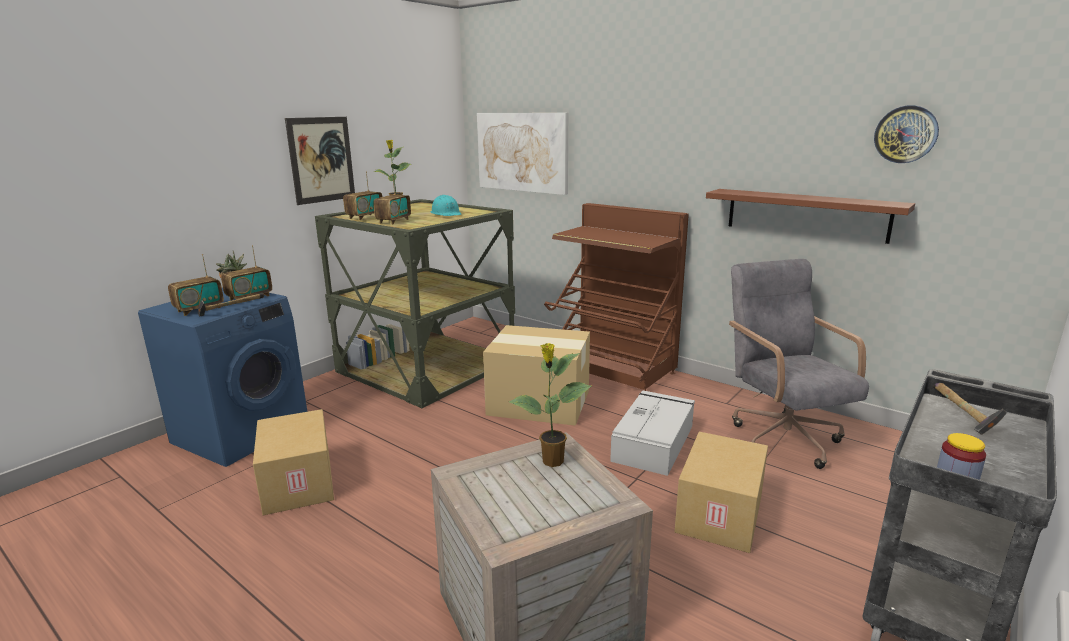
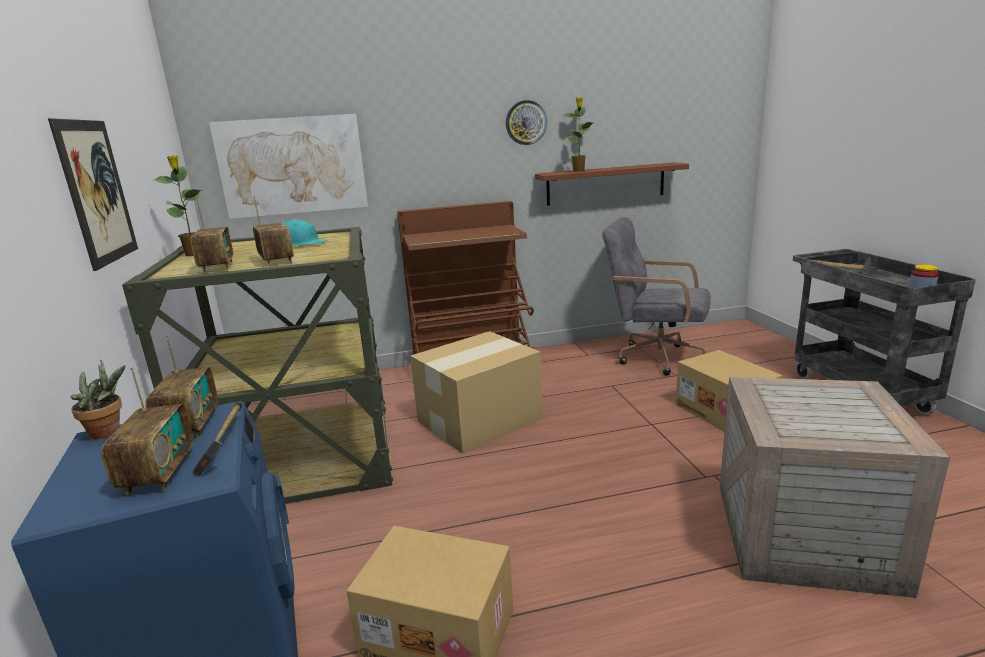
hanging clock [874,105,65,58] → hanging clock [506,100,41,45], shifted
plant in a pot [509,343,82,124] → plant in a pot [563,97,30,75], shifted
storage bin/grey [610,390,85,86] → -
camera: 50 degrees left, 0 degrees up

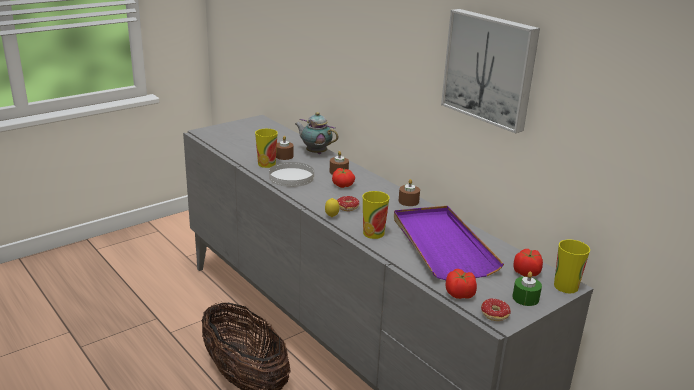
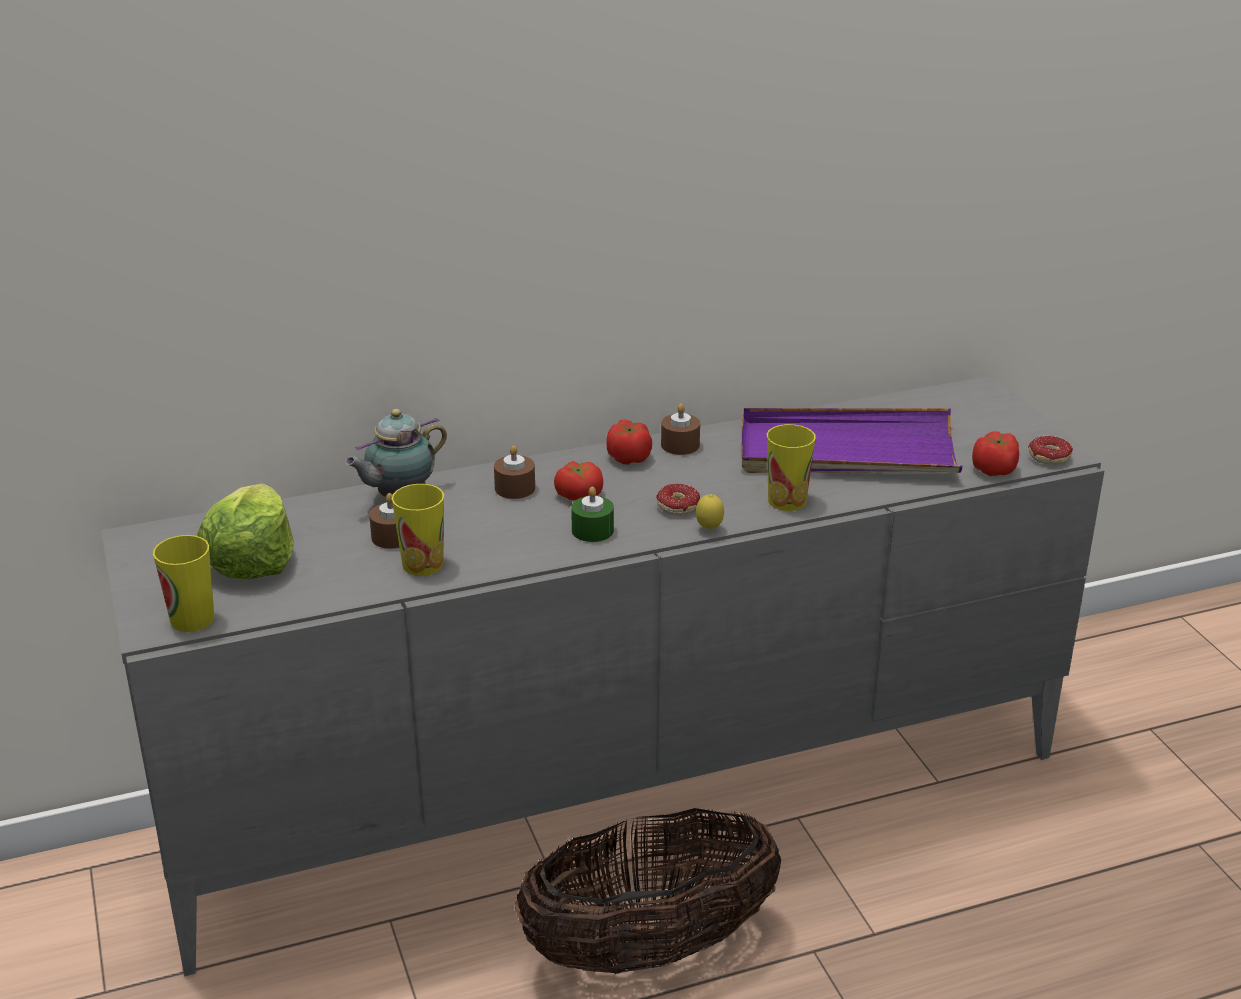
wall picture [441,9,99,125] → -
plate/whitish [269,162,45,25] → -
cup [554,239,36,54] → cup [153,535,61,97], shifted
tomato [513,249,30,28] → tomato [606,419,46,46], shifted
wax candle/green-coloured [512,271,30,35] → wax candle/green-coloured [571,487,43,55], shifted
- → head of lettuce [198,484,96,95]
camera: 70 degrees left, 5 degrees up

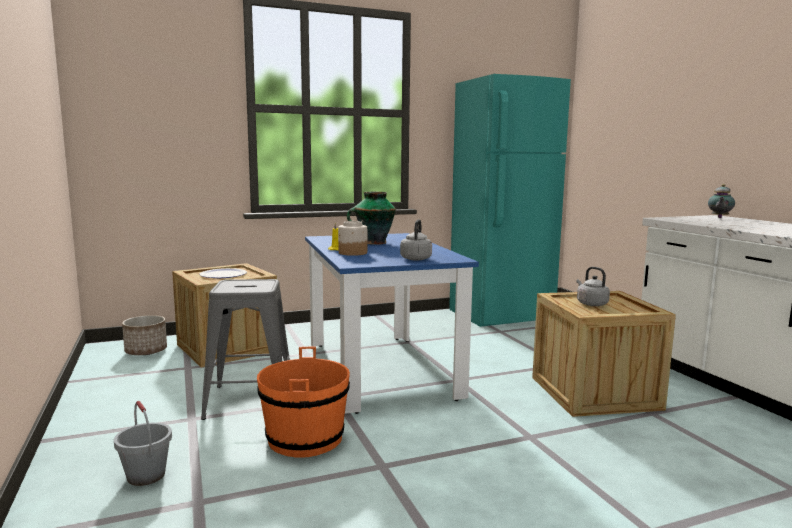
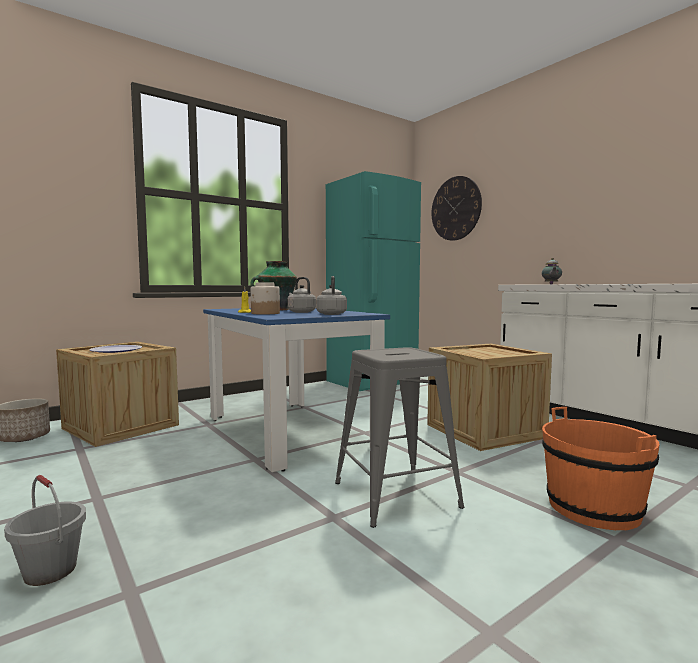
water kettle/grey [576,267,34,39] → water kettle/grey [287,277,29,36], shifted
sitting stool/grey [201,279,89,141] → sitting stool/grey [335,347,129,181], shifted
pail/orangey [257,347,93,111] → pail/orangey [542,407,117,123], shifted
- → hanging clock [431,176,51,65]
camera: 15 degrees left, 5 degrees down

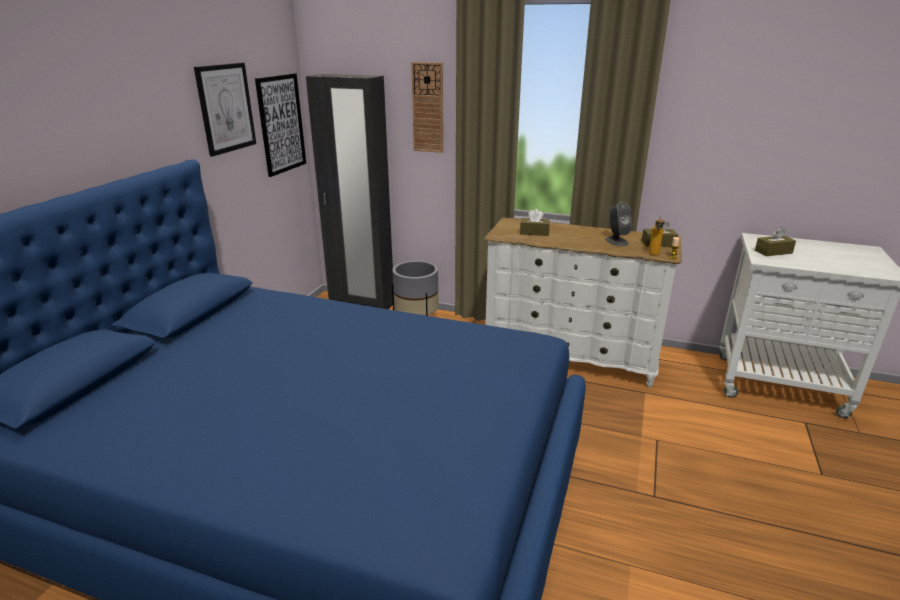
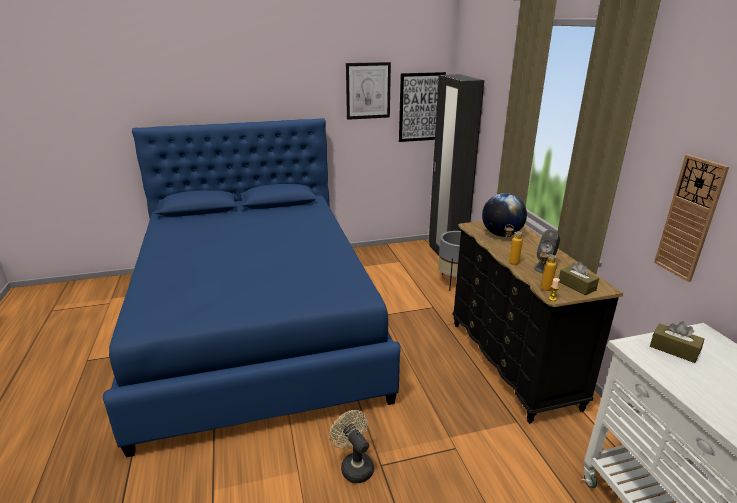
hanging clock [411,62,32,91] → hanging clock [654,154,75,128], shifted
box of tissues/brown-coloured [520,209,30,27] → desk globe [482,193,45,44]
drawer chest/whitish [484,217,198,171] → drawer chest/black [452,221,171,203]
- → beverage bottle [505,225,18,40]
- → fan/sand-coloured [329,410,45,73]
camera: 55 degrees right, 0 degrees up

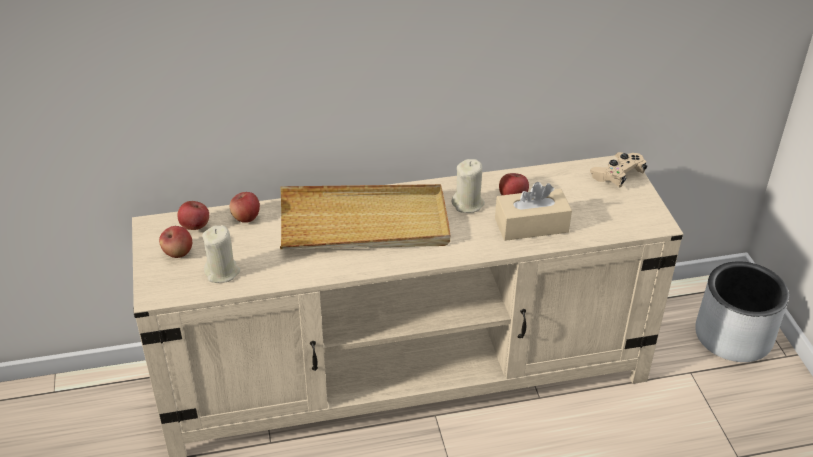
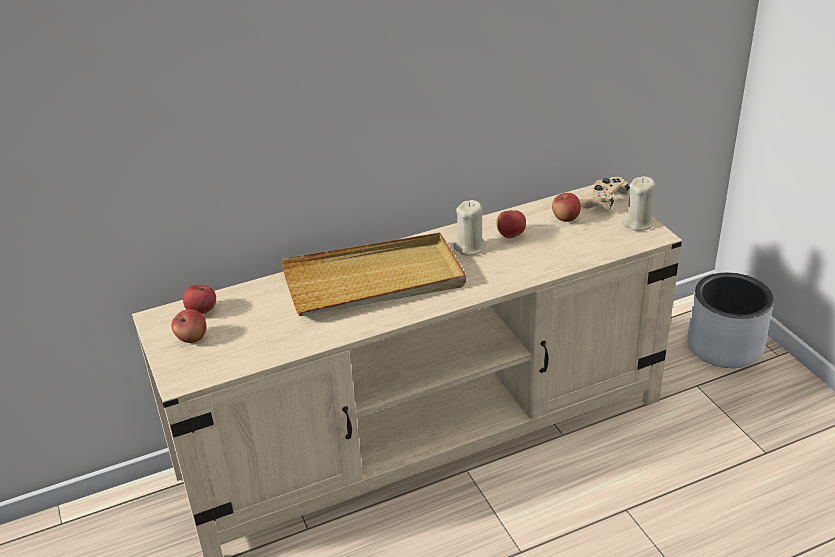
box of tissues/sand-coloured [495,182,77,59] → -
whole apple [230,192,30,31] → whole apple [552,193,29,29], shifted
wax candle/sand-coloured [202,225,38,58] → wax candle/sand-coloured [622,176,34,55], shifted
camera: 10 degrees left, 5 degrees down

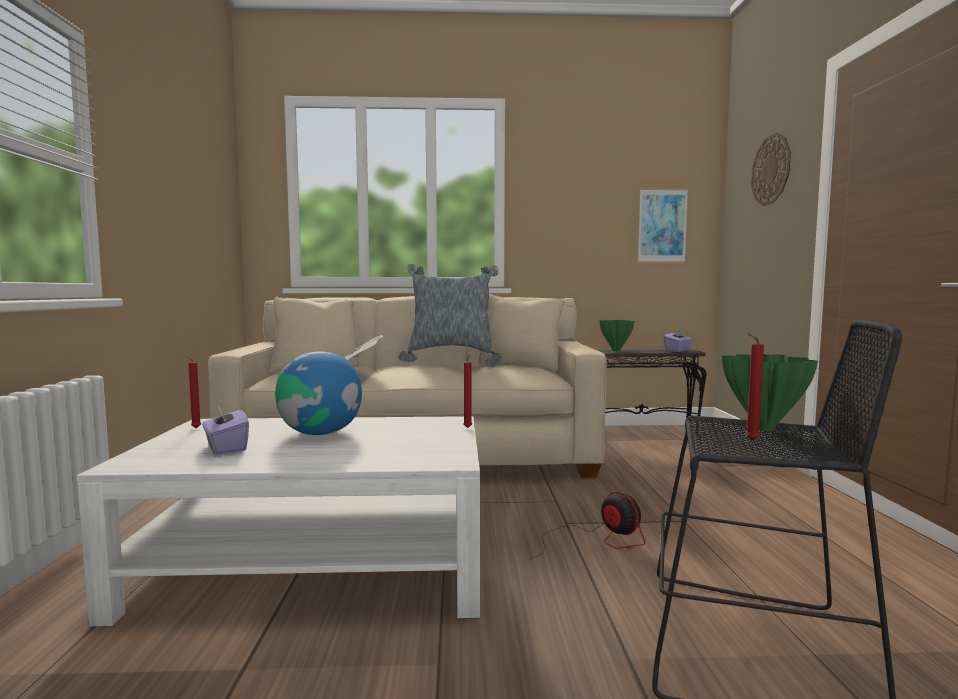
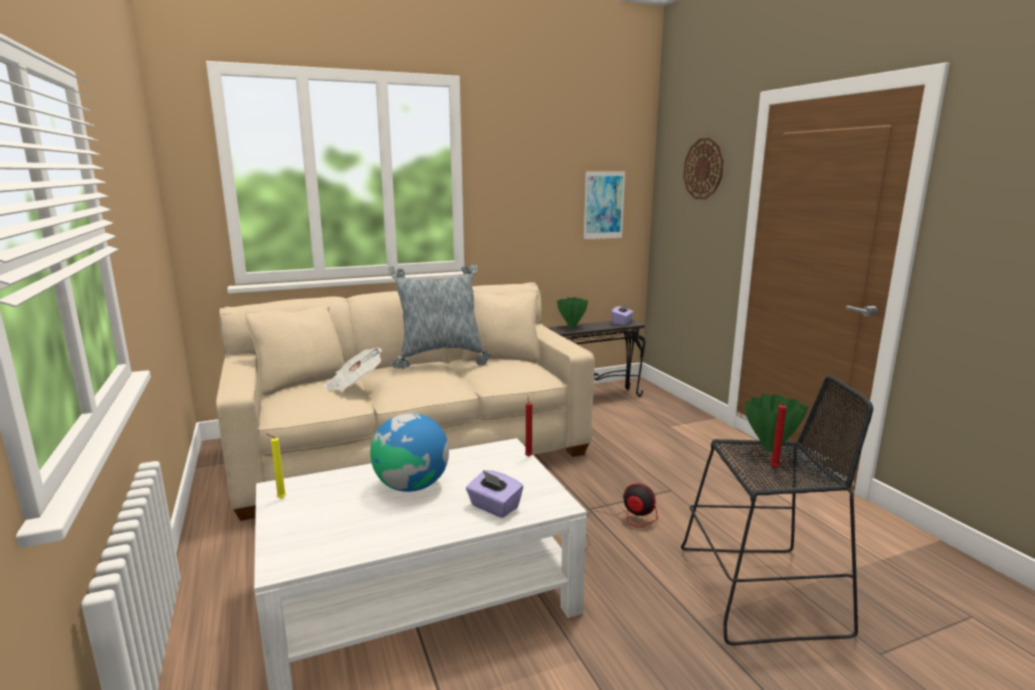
wax candle/red-coloured [185,355,16,74] → wax candle/yellow [265,433,21,66]
box of tissues/purple-coloured [202,404,47,51] → box of tissues/purple-coloured [466,470,57,48], shifted
camera: 20 degrees left, 10 degrees up

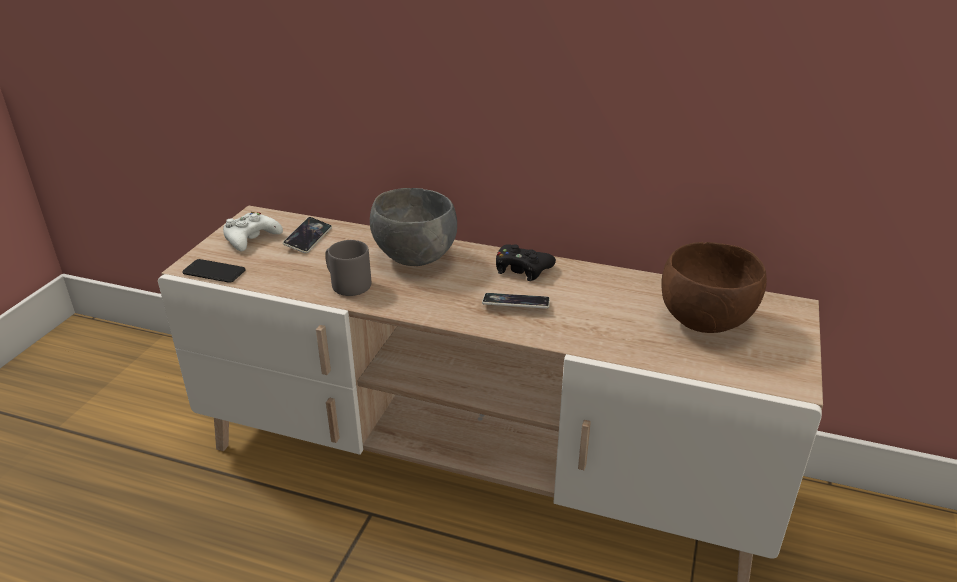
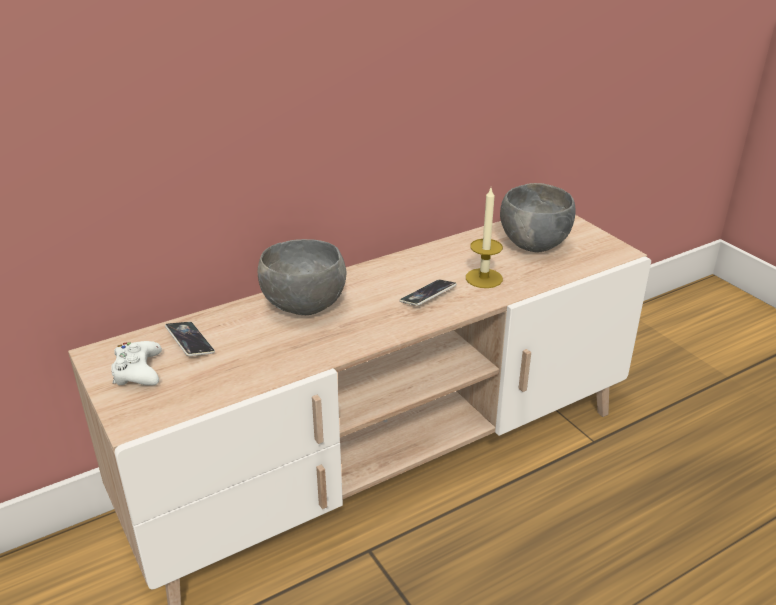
tea mug/grey [325,240,46,56] → -
deep dish/brown-coloured [661,242,106,91] → deep dish/grey [500,183,76,69]
game controller/black [496,244,60,37] → -
phone [182,259,64,24] → -
- → wax candle [466,188,37,100]
camera: 50 degrees left, 0 degrees up

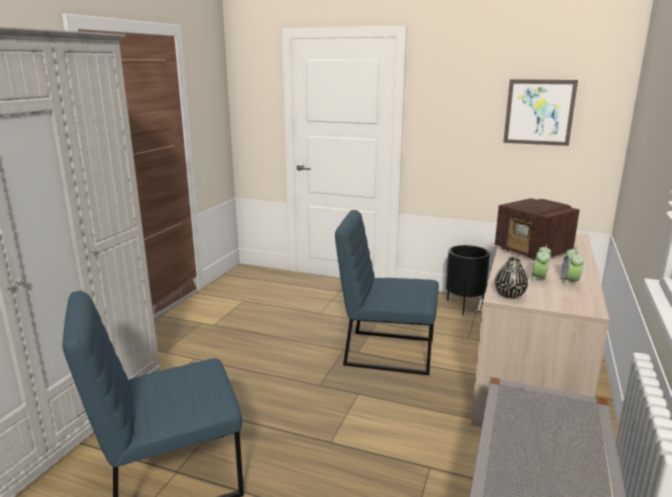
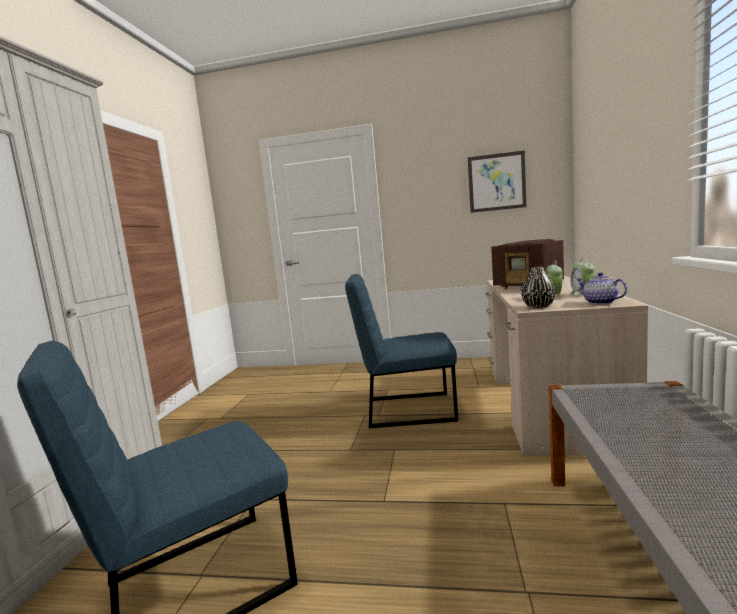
flower pot/black [446,245,44,70] → -
- → teapot [577,272,50,33]
camera: 10 degrees left, 10 degrees down

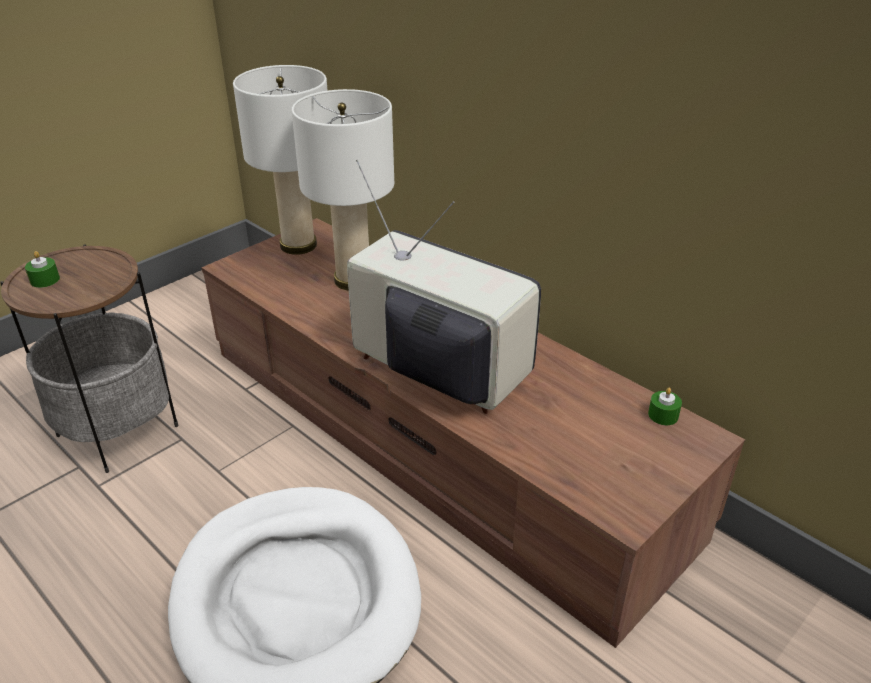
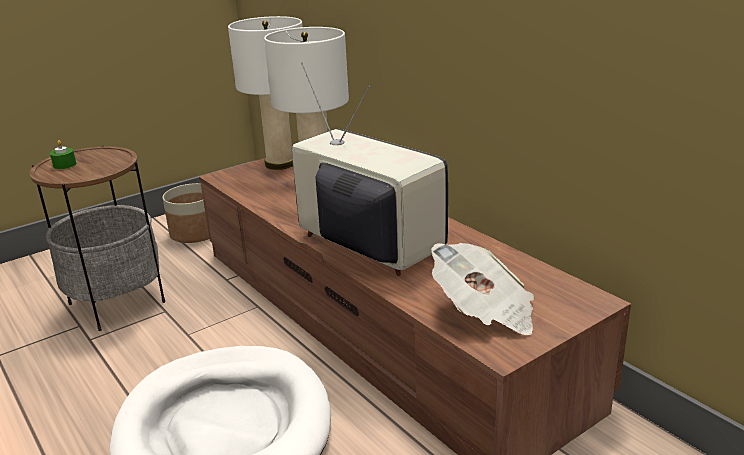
wax candle/green-coloured [648,388,34,37] → -
- → flower pot [162,183,47,60]
- → daily paper [431,243,103,92]
camera: 10 degrees right, 10 degrees down

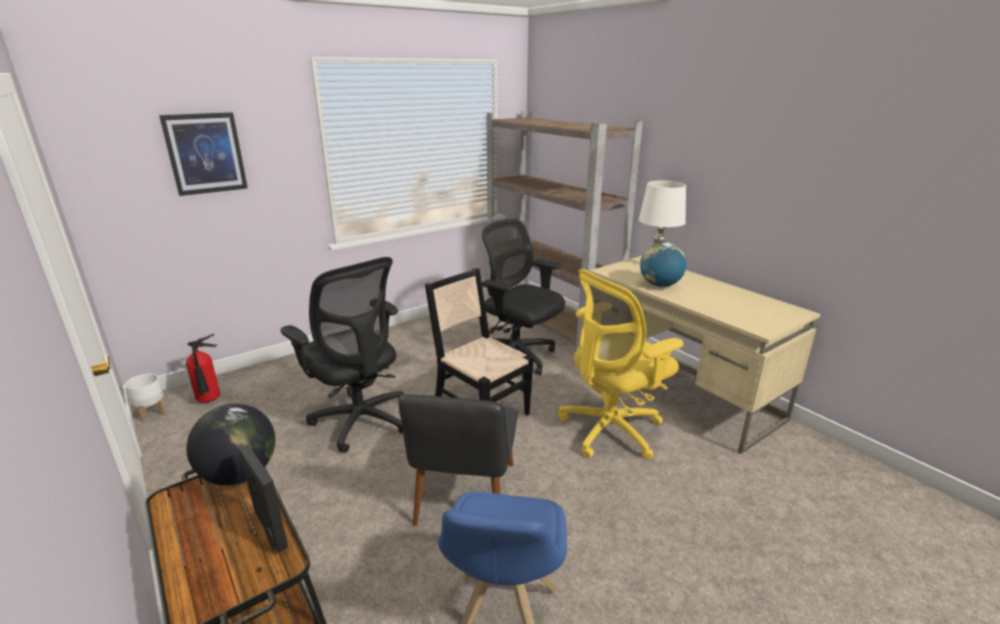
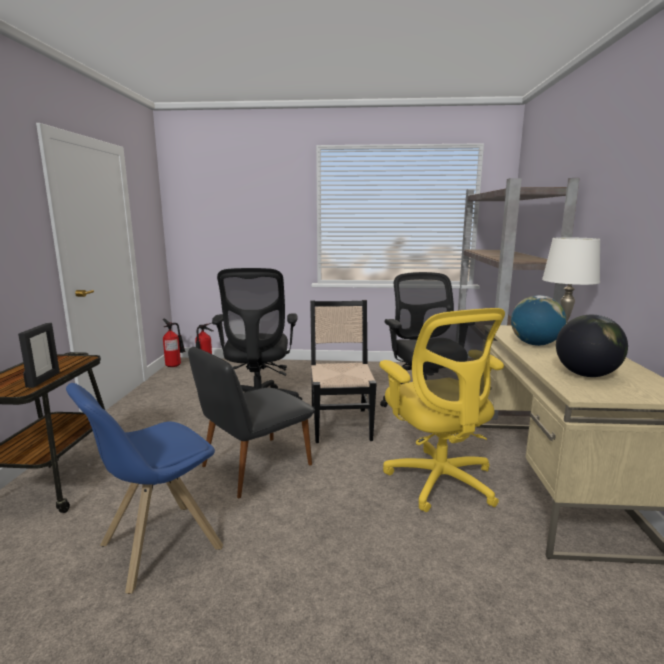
wall picture [159,112,89,84] → -
office chair/yellow [558,269,125,191] → office chair/yellow [380,308,125,204], 120 degrees counterclockwise
flower pot/whitish [125,374,41,48] → extinguisher [163,319,22,48]
desk globe [186,403,89,82] → desk globe [556,315,72,62], shifted
camera: 40 degrees right, 10 degrees down

